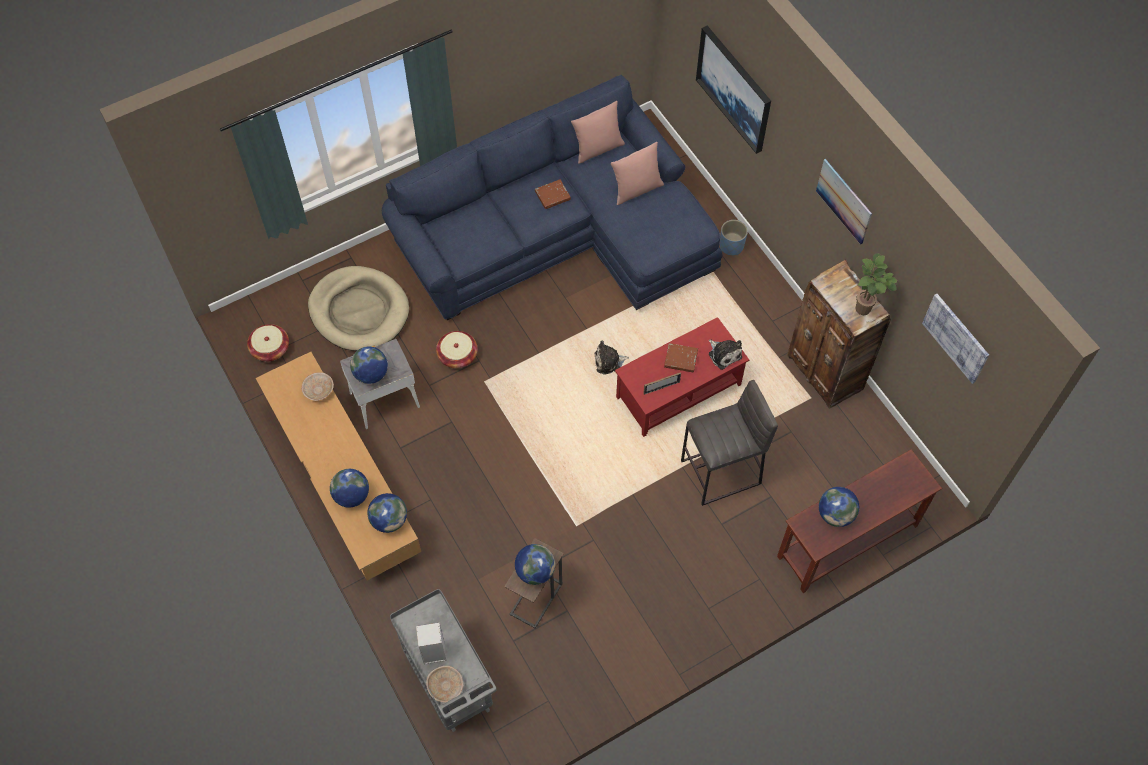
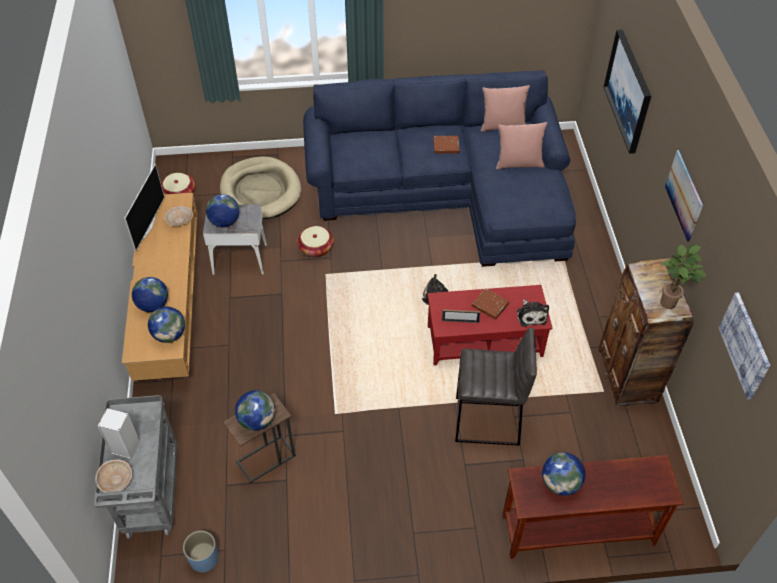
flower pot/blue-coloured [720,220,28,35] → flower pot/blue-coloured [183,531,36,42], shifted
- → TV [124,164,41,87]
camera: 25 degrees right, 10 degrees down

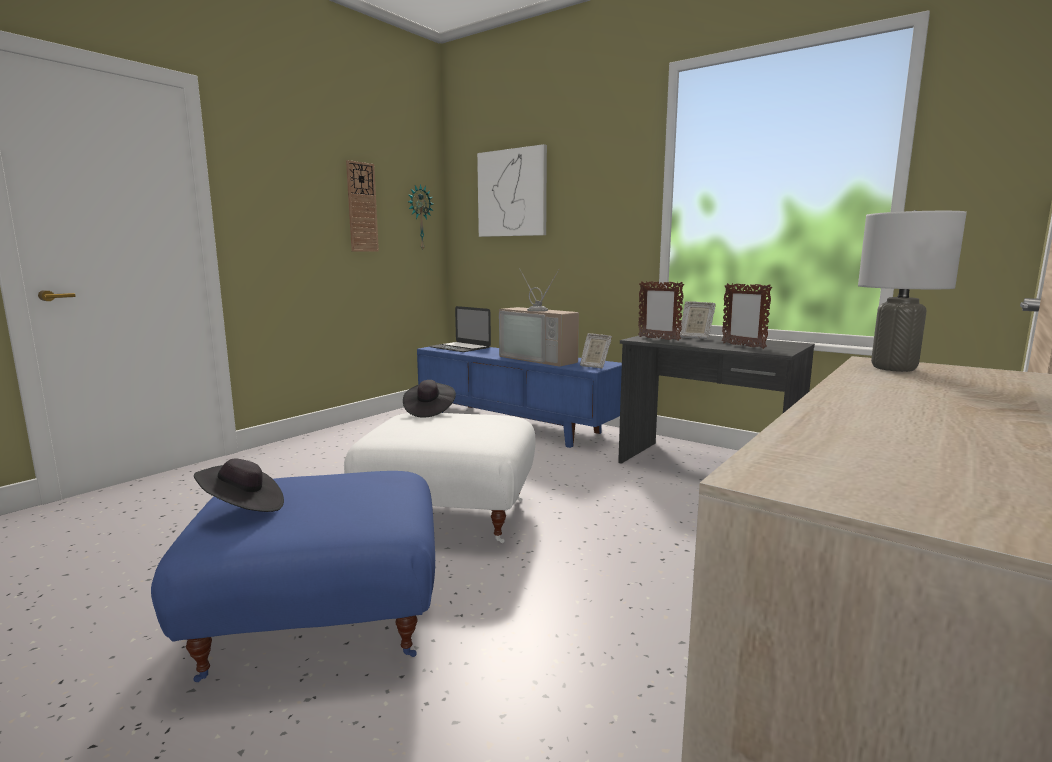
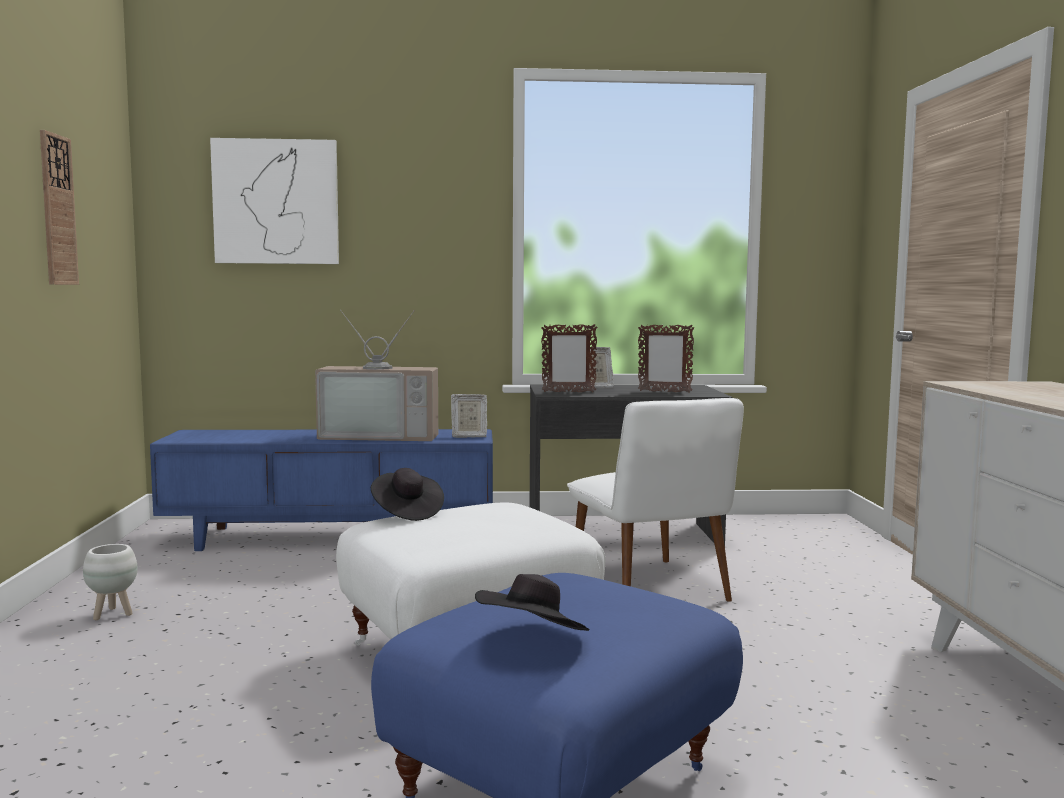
hanging clock [407,184,26,67] → -
table lamp/whitish [858,210,109,162] → -
laptop [430,306,61,46] → -
- → chair/whitish [567,398,177,204]
- → flower pot/whitish [83,544,54,76]
camera: 40 degrees left, 5 degrees down

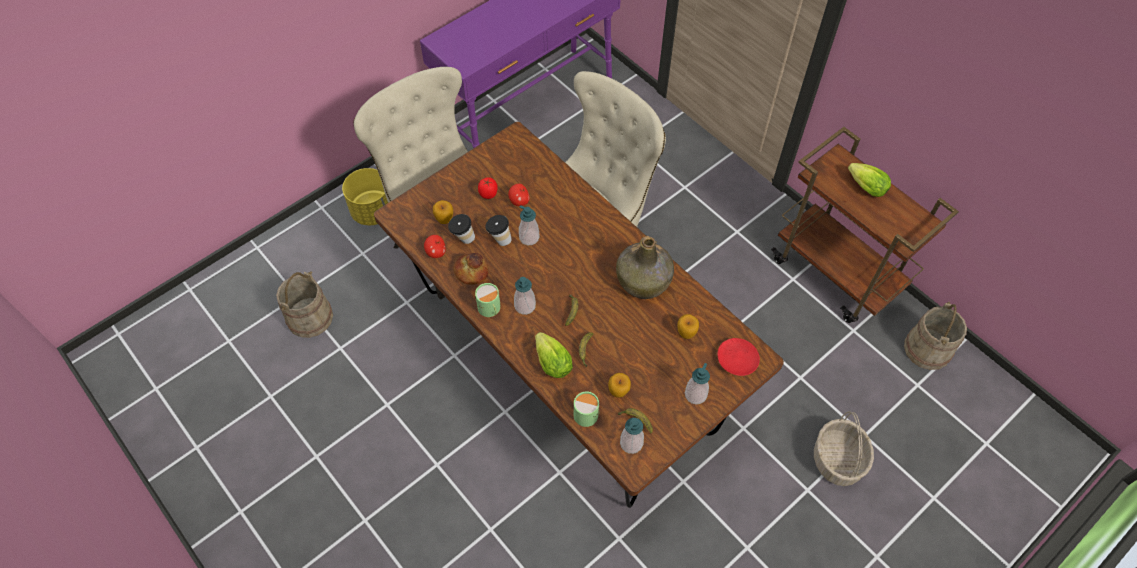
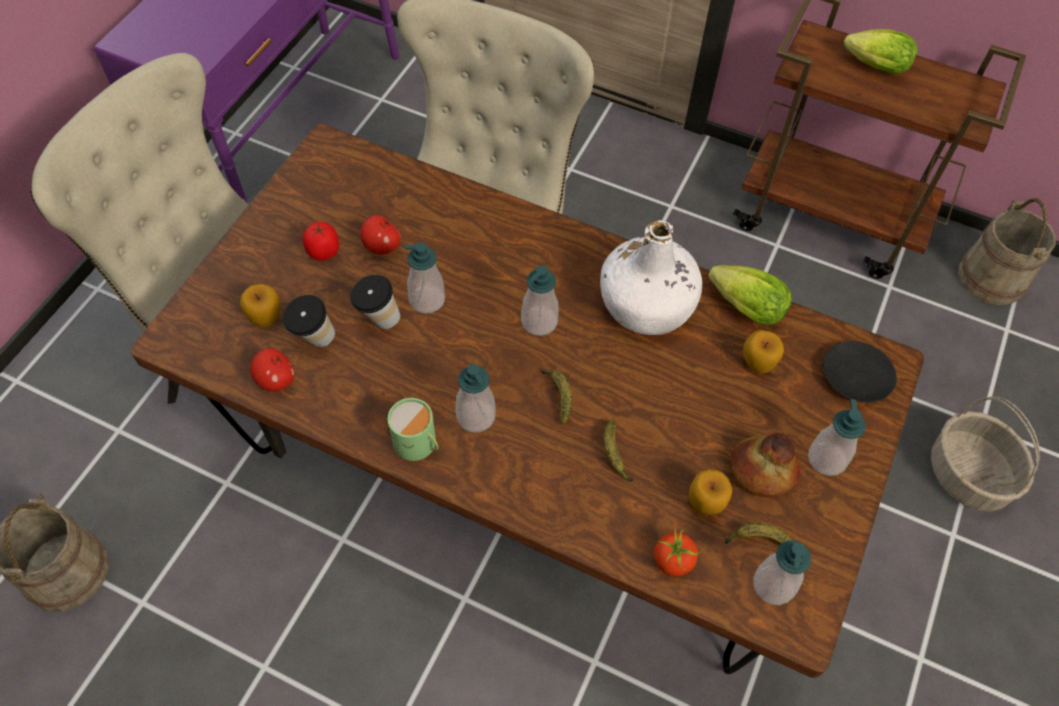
flower pot/yellow [342,168,46,57] → -
beverage bottle/green-coloured [616,236,58,63] → beverage bottle/whitish [600,220,102,115]
bread [454,253,34,32] → bread [730,433,71,64], shifted
head of lettuce [535,332,38,46] → head of lettuce [708,265,84,60], shifted
plate/red-coloured [717,338,43,38] → plate/black [822,341,75,62]
tea mug/green-coloured [574,391,26,36] → tomato [654,528,46,49]
- → soap bottle [521,265,38,71]
camera: 25 degrees left, 0 degrees up

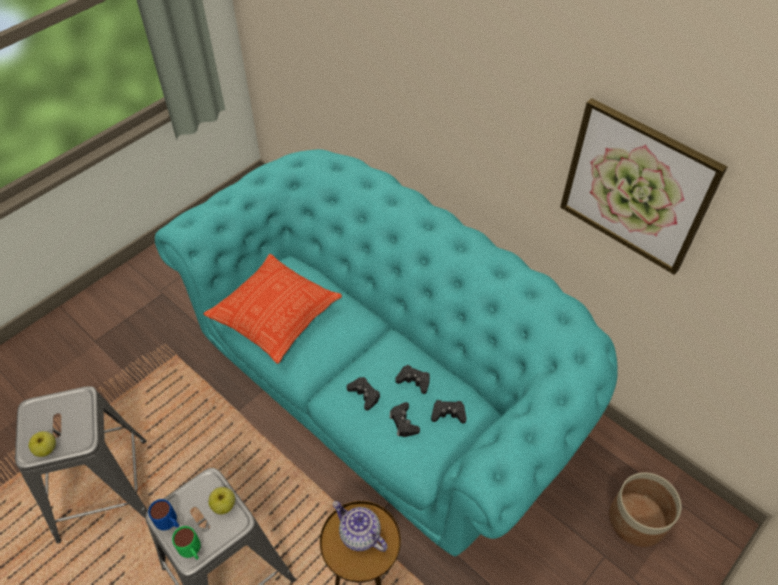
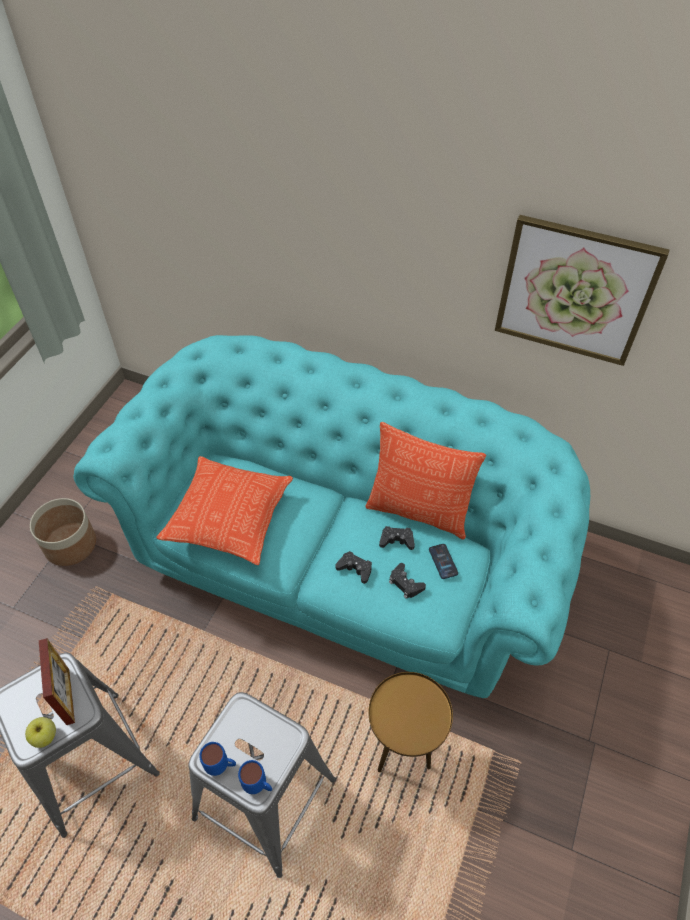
game controller/black [431,400,36,23] → phone [429,544,29,35]
flower pot [609,472,72,75] → flower pot [30,498,66,68], shifted
whole apple [209,487,26,27] → -
teapot [333,501,55,51] → -
tea mug/green-coloured [172,526,29,33] → tea mug/blue-coloured [238,760,34,34]
- → throw pillow/orangey [365,422,121,118]
- → picture frame [39,638,36,87]
camera: 20 degrees left, 0 degrees up

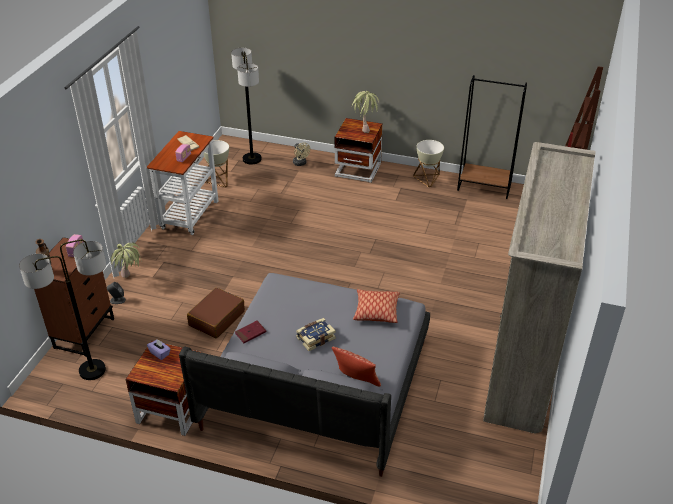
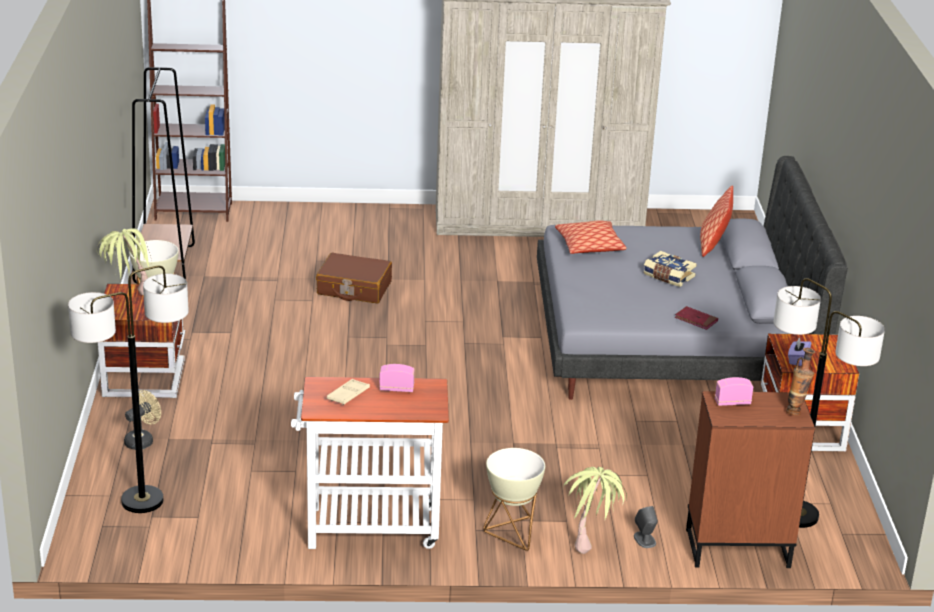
flower pot [203,140,26,47] → flower pot [483,448,62,103], shifted
piece of luggage/brown-coloured [187,288,58,50] → piece of luggage/brown-coloured [316,253,76,50], shifted
camera: 110 degrees left, 10 degrees down

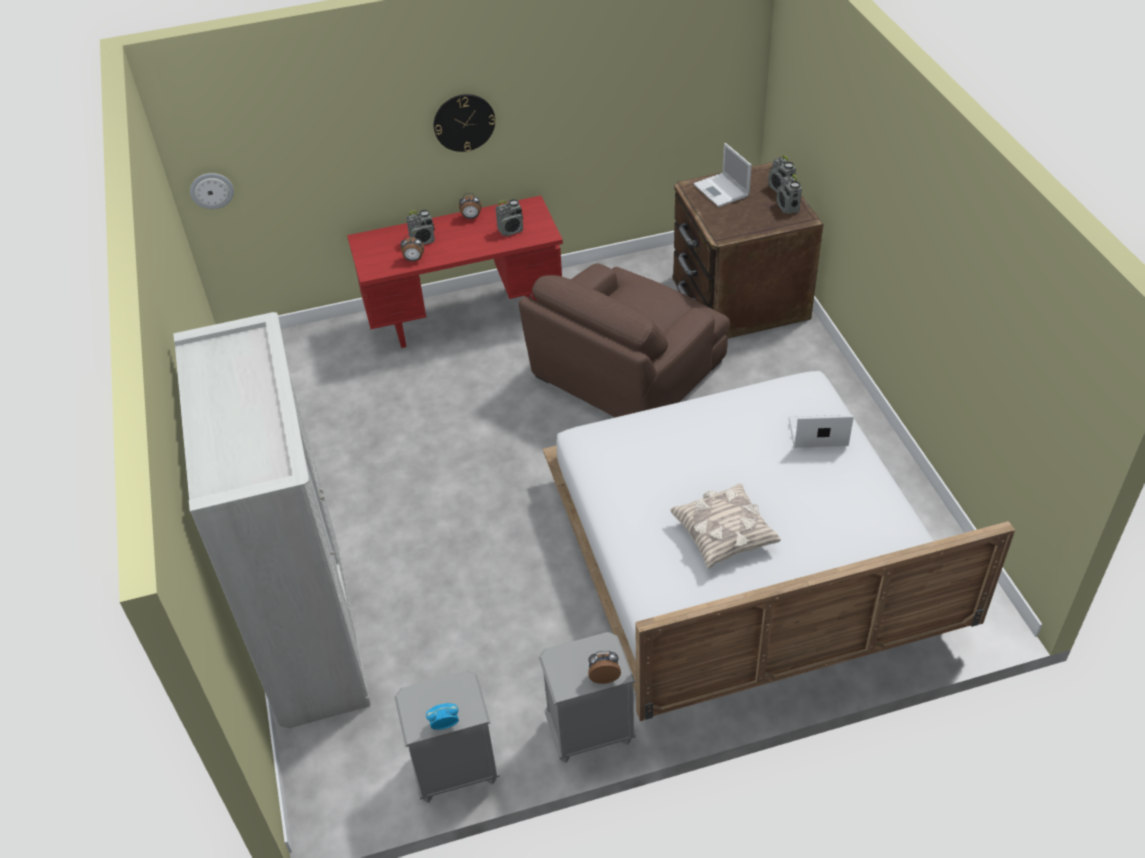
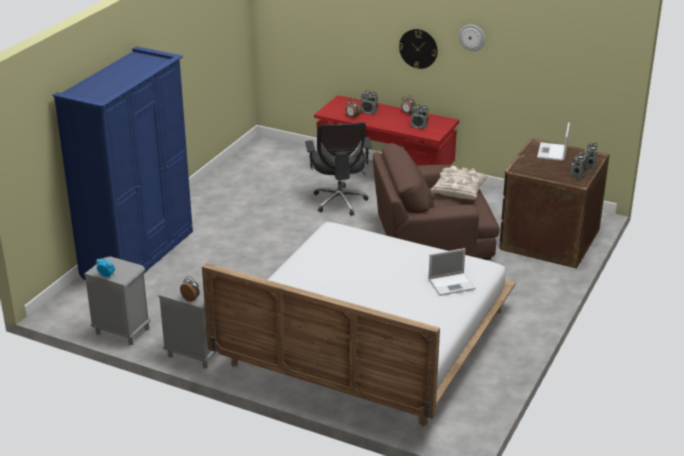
hanging clock [190,173,44,36] → hanging clock [459,25,26,26], shifted
armoire/whitish [173,312,198,416] → armoire/blue-coloured [52,46,141,234]
laptop [789,415,65,33] → laptop [429,248,46,48], 120 degrees clockwise
throw pillow/sand-coloured [670,483,111,85] → throw pillow/sand-coloured [431,165,56,35], shifted
- → office chair [305,122,67,94]
camera: 40 degrees right, 15 degrees down

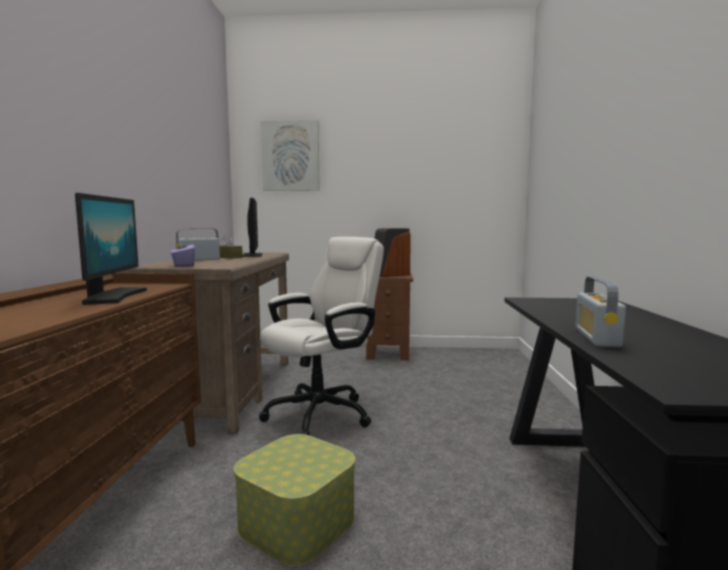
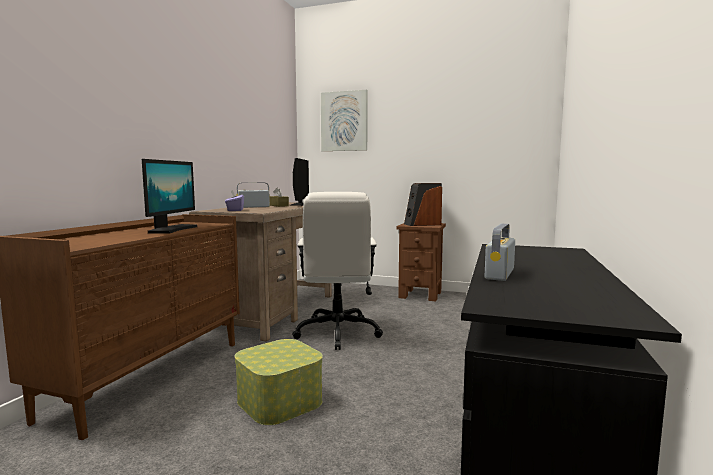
office chair/whitish [259,237,125,198] → office chair/whitish [292,192,91,158], 120 degrees clockwise
camera: 15 degrees right, 0 degrees up

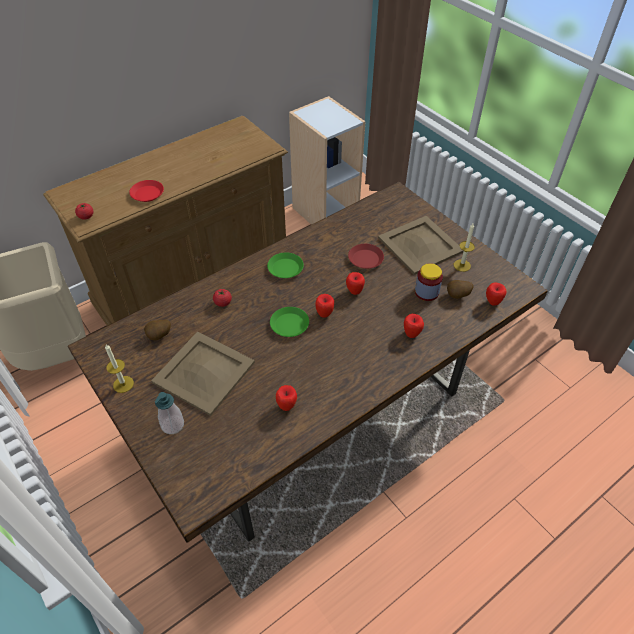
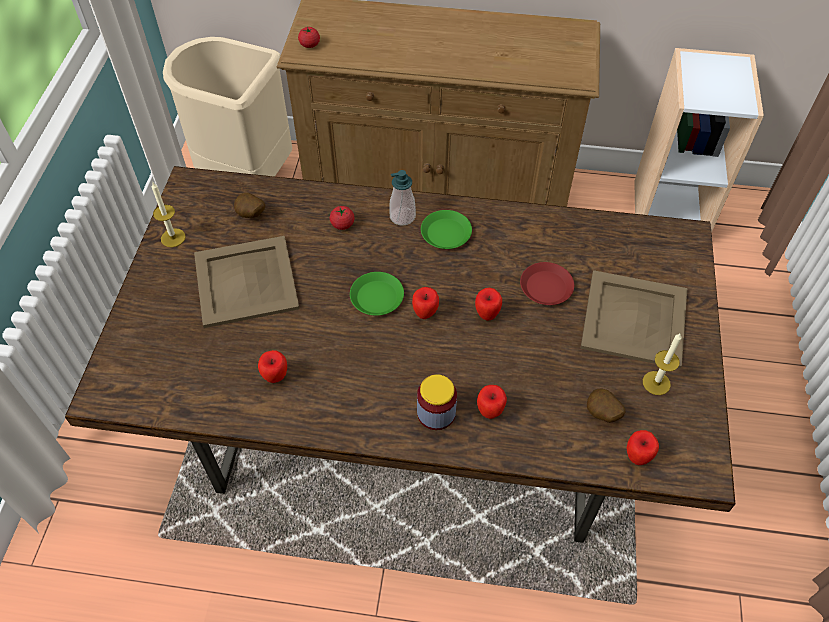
plate/red-coloured [129,180,35,22] → -
preserve jar [415,263,28,38] → preserve jar [417,374,40,56], shifted
soap bottle [155,392,29,42] → soap bottle [389,170,27,55], shifted
camera: 45 degrees right, 5 degrees up

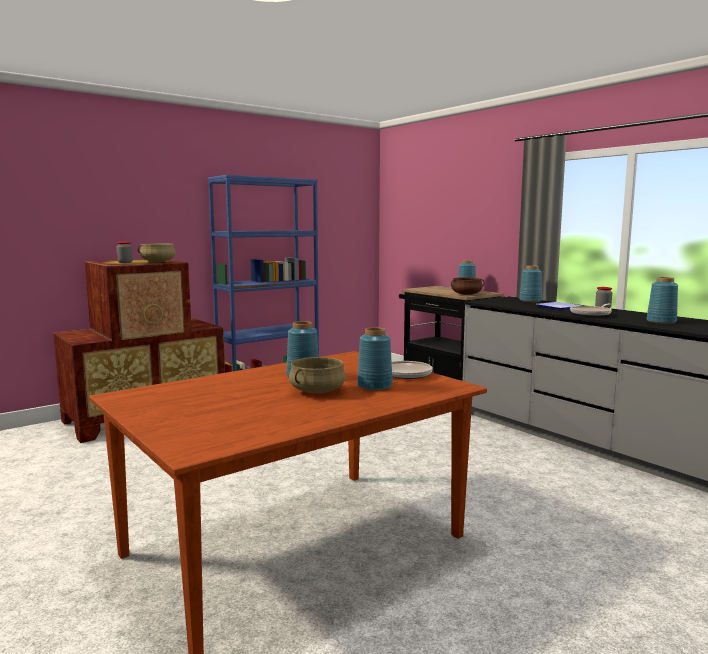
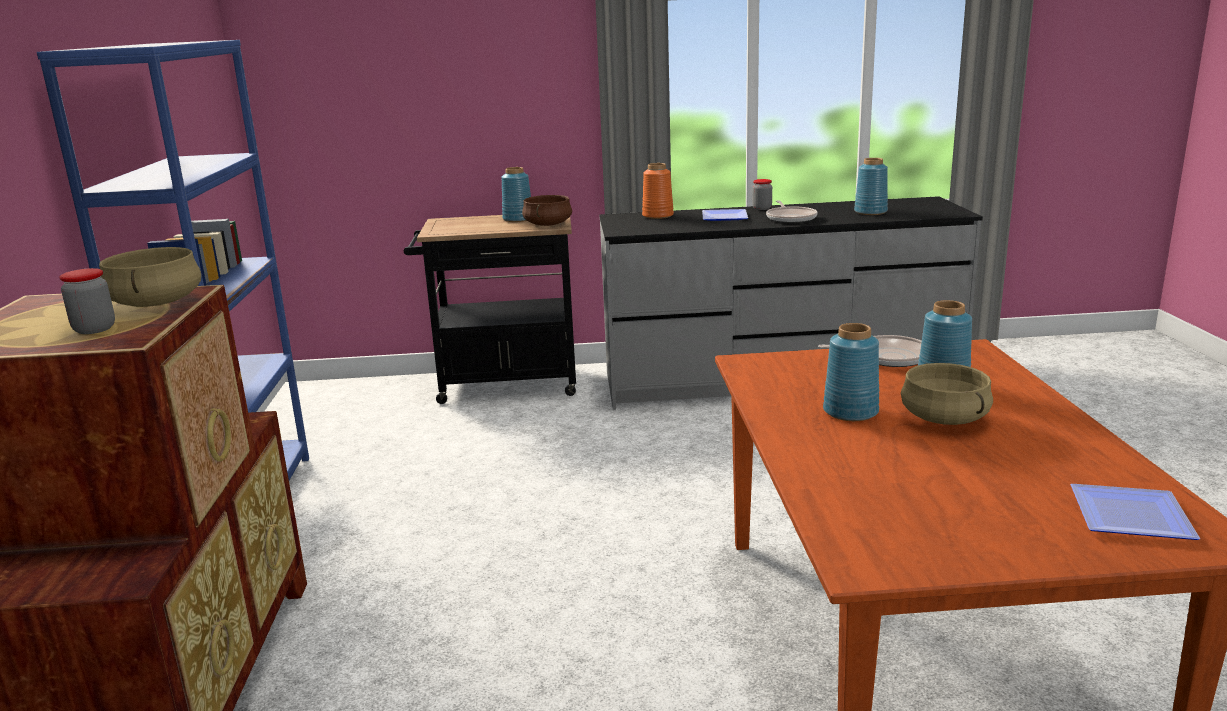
flower vase/blue-coloured [520,265,22,37] → flower vase/orangey [642,163,32,56]
- → plate [1070,484,130,56]
camera: 55 degrees left, 10 degrees up

